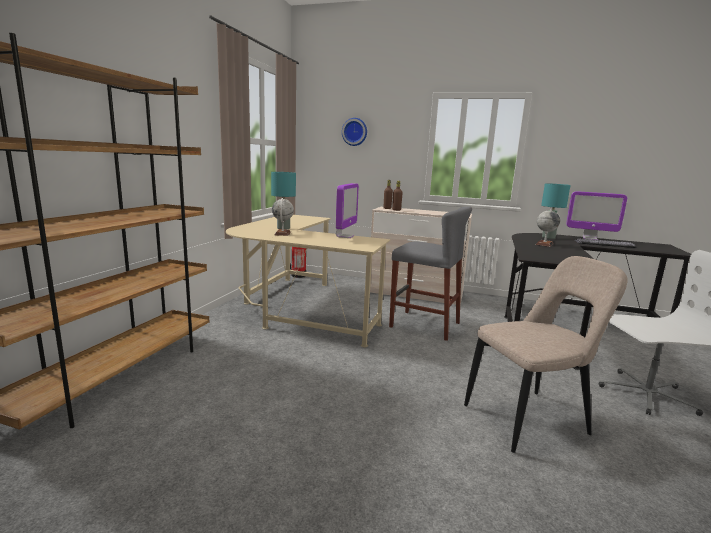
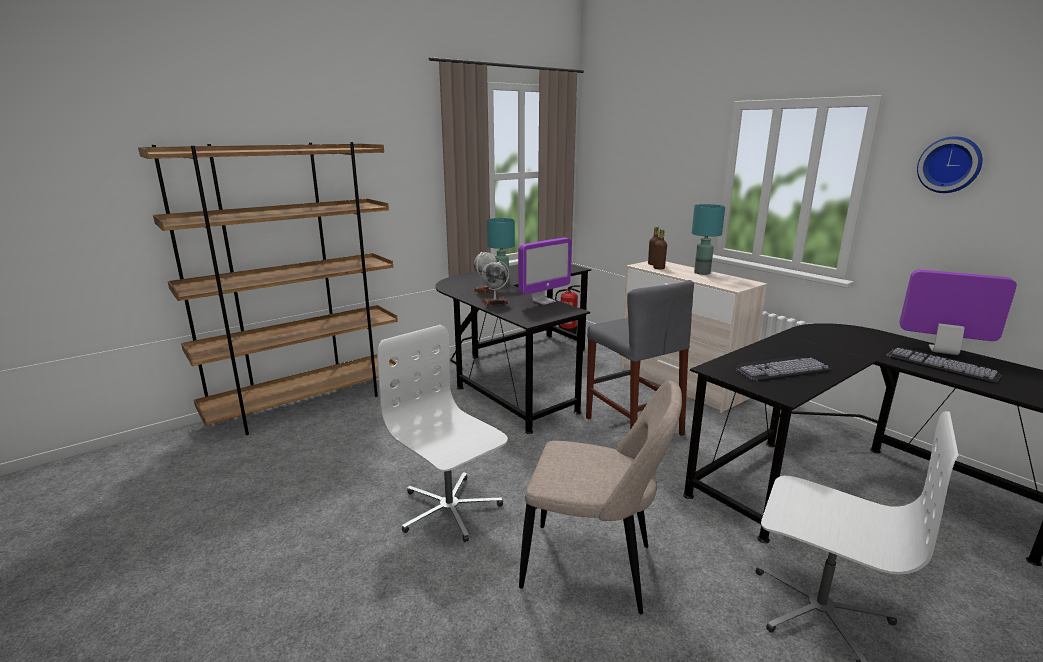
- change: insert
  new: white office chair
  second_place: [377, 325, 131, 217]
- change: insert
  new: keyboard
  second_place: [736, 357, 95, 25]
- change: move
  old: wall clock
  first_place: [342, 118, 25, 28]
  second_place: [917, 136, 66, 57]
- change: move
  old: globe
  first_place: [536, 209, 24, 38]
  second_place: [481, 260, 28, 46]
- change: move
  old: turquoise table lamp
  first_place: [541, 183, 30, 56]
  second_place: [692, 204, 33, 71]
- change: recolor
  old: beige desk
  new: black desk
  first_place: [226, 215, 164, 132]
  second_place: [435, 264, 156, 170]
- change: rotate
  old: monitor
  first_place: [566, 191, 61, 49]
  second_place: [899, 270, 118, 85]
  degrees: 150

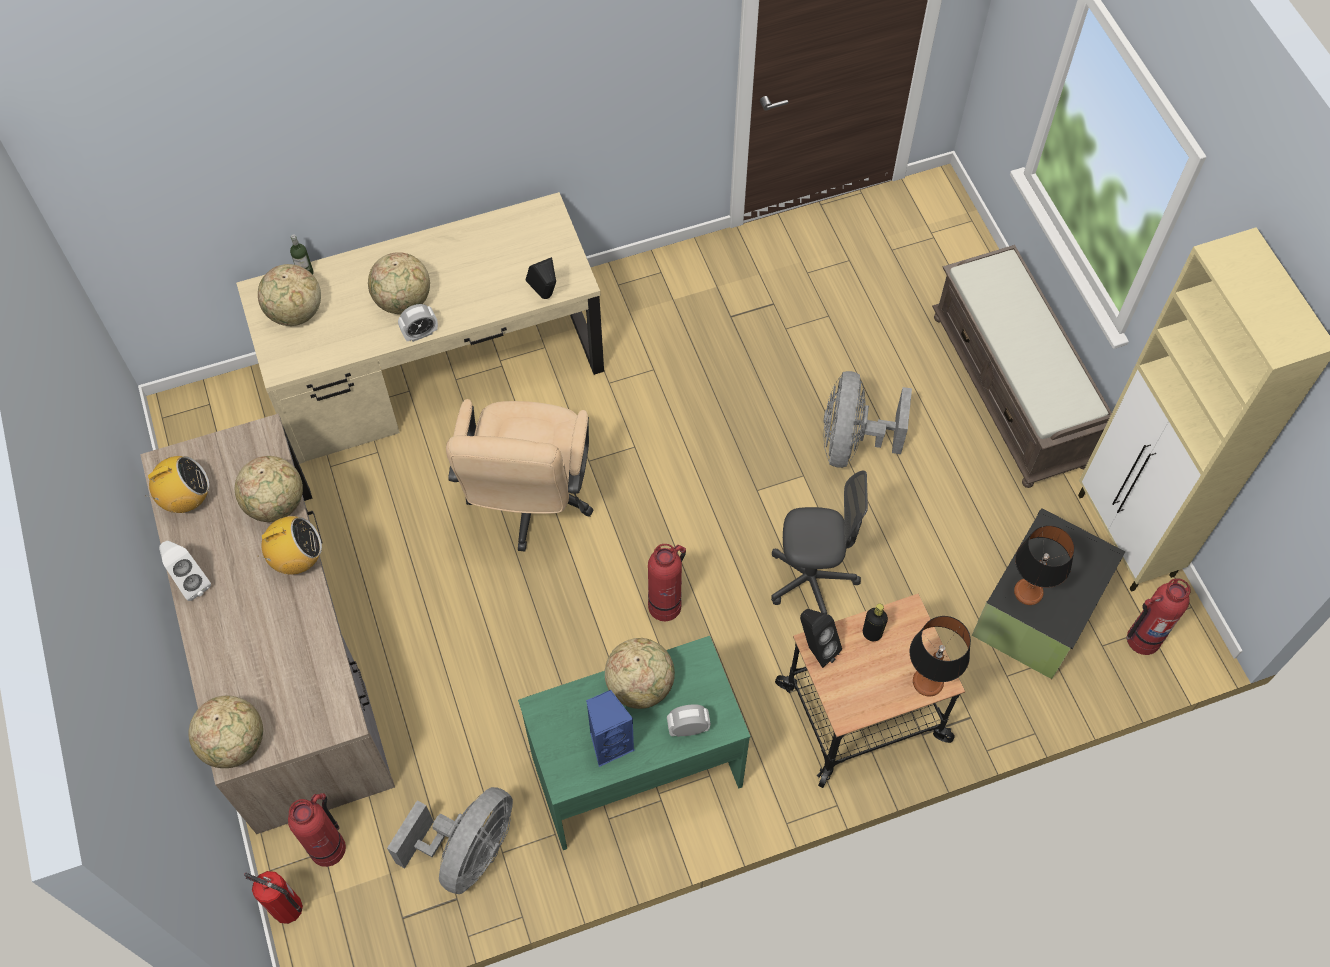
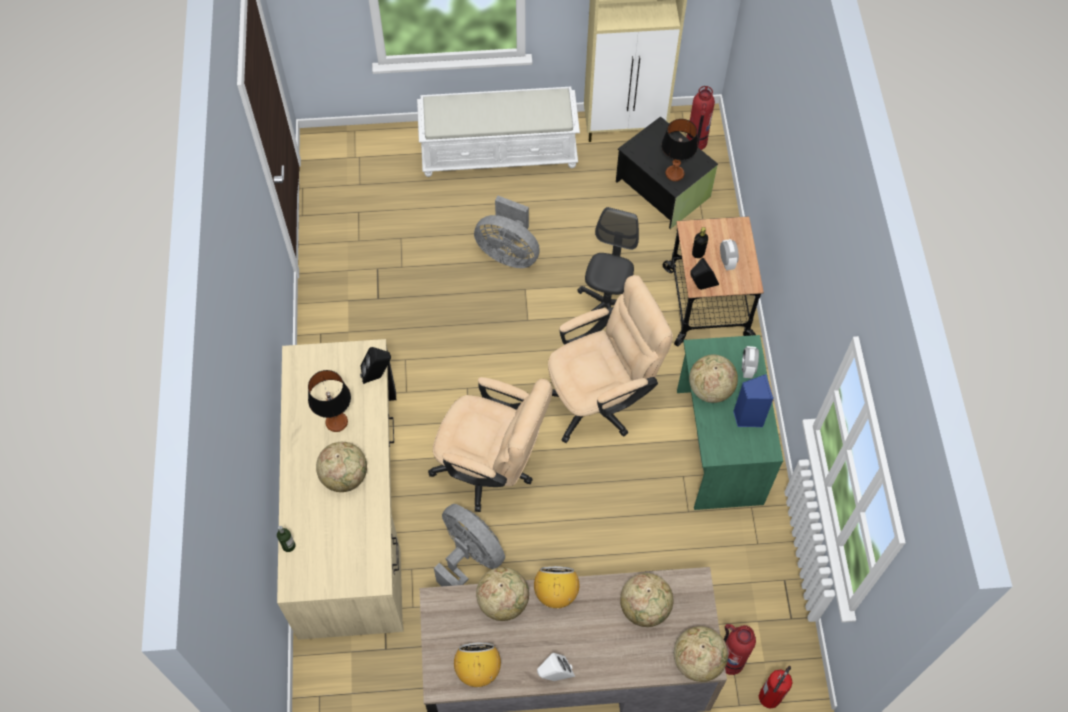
- change: move
  old: globe
  first_place: [258, 264, 63, 62]
  second_place: [620, 573, 53, 54]
- change: move
  old: grey fan
  first_place: [387, 787, 126, 107]
  second_place: [434, 504, 71, 82]
- change: move
  old: alarm clock
  first_place: [398, 304, 40, 38]
  second_place: [720, 239, 19, 32]
- change: move
  old: table lamp
  first_place: [910, 616, 61, 80]
  second_place: [308, 370, 43, 62]
- change: replace
  old: fire extinguisher
  new: beige office chair
  first_place: [648, 544, 38, 77]
  second_place: [548, 275, 125, 168]
- change: recolor
  old: brown bench
  new: white bench
  first_place: [932, 245, 180, 243]
  second_place: [417, 87, 163, 90]

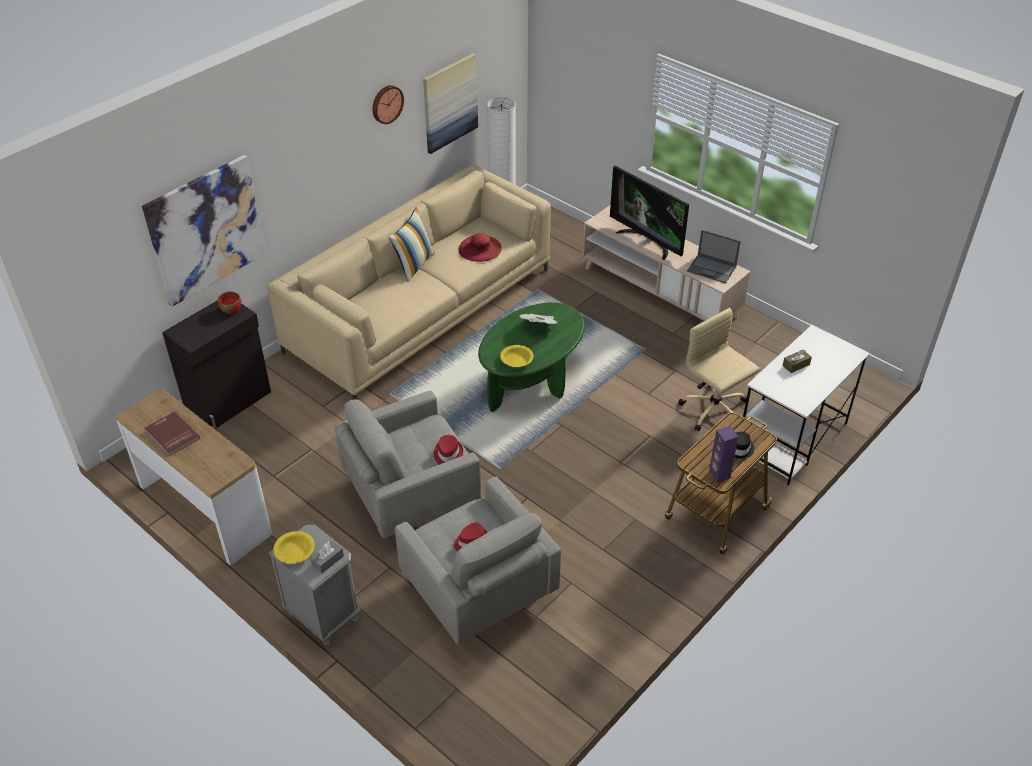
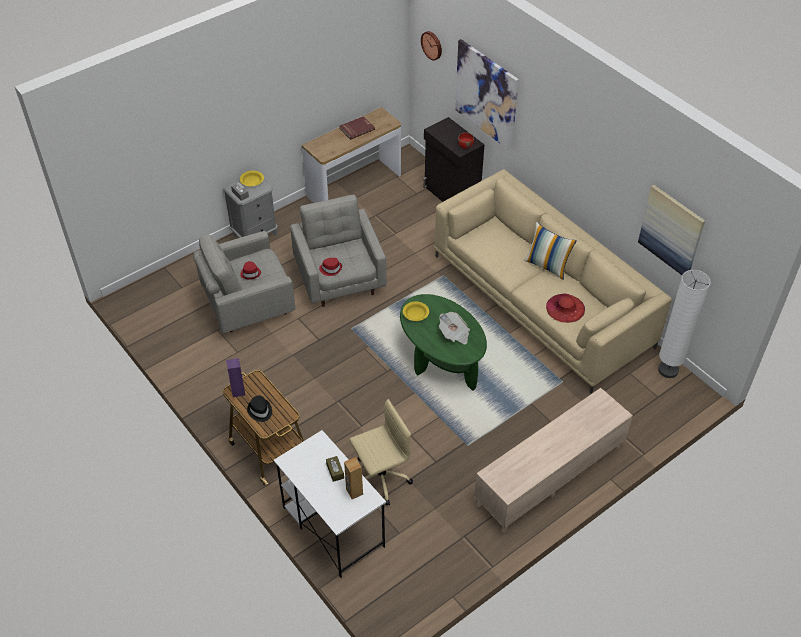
- change: delete
  old: television
  first_place: [610, 166, 79, 94]
- change: delete
  old: laptop
  first_place: [687, 230, 54, 53]
- change: insert
  new: brown speaker
  second_place: [344, 457, 19, 42]
- change: move
  old: wall clock
  first_place: [373, 85, 31, 39]
  second_place: [421, 31, 21, 30]

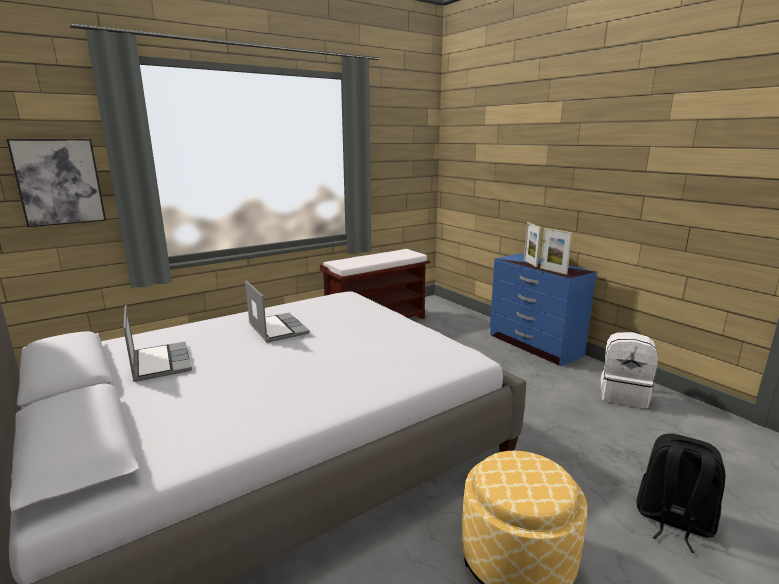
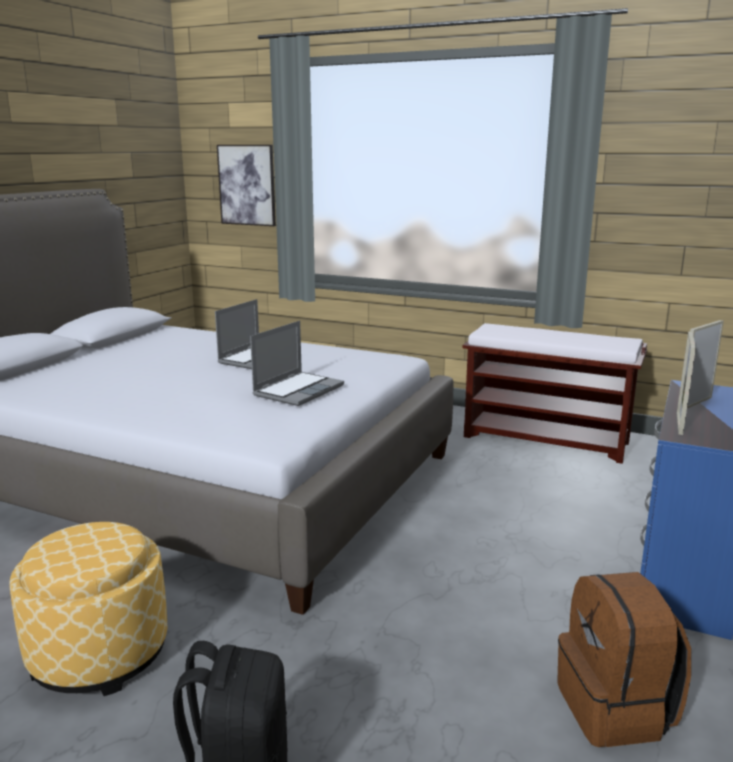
- change: move
  old: laptop
  first_place: [123, 305, 69, 77]
  second_place: [250, 321, 94, 85]
- change: recolor
  old: white backpack
  new: brown backpack
  first_place: [601, 332, 57, 77]
  second_place: [557, 572, 134, 175]

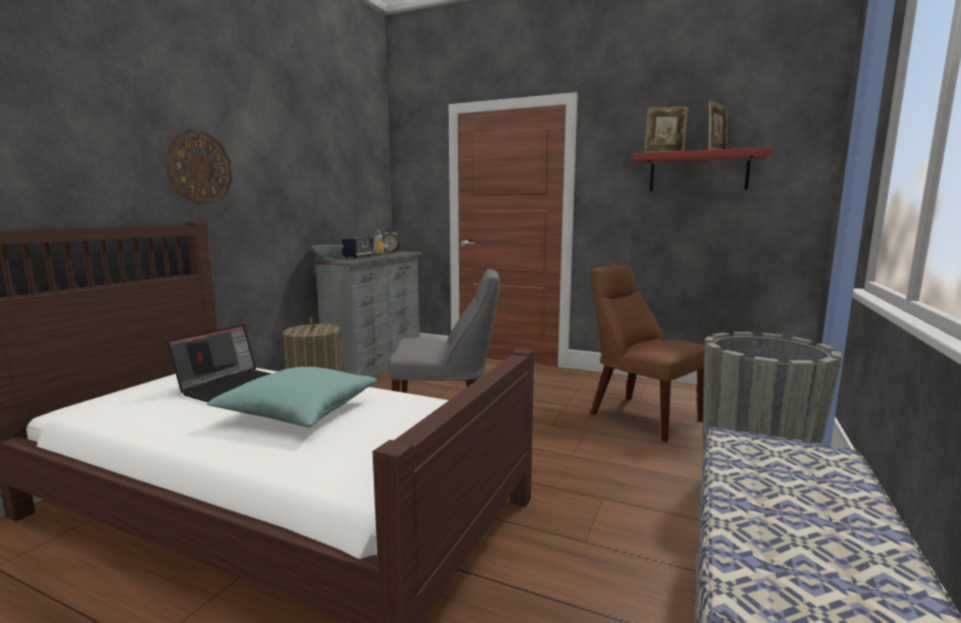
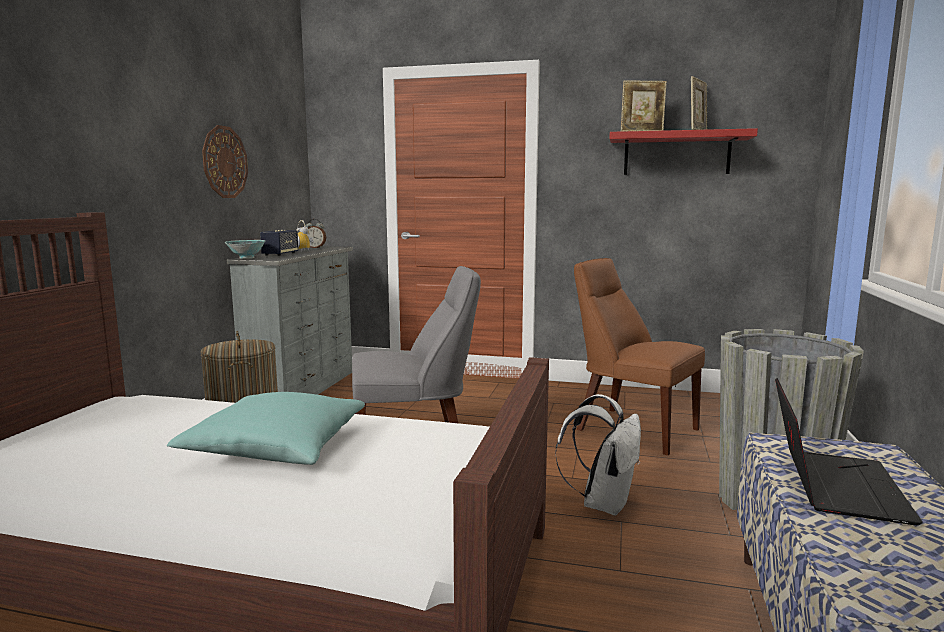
- change: insert
  new: white backpack
  second_place: [555, 394, 86, 121]
- change: move
  old: wall clock
  first_place: [165, 129, 68, 76]
  second_place: [202, 125, 46, 73]
- change: move
  old: laptop
  first_place: [167, 324, 105, 78]
  second_place: [775, 378, 148, 147]

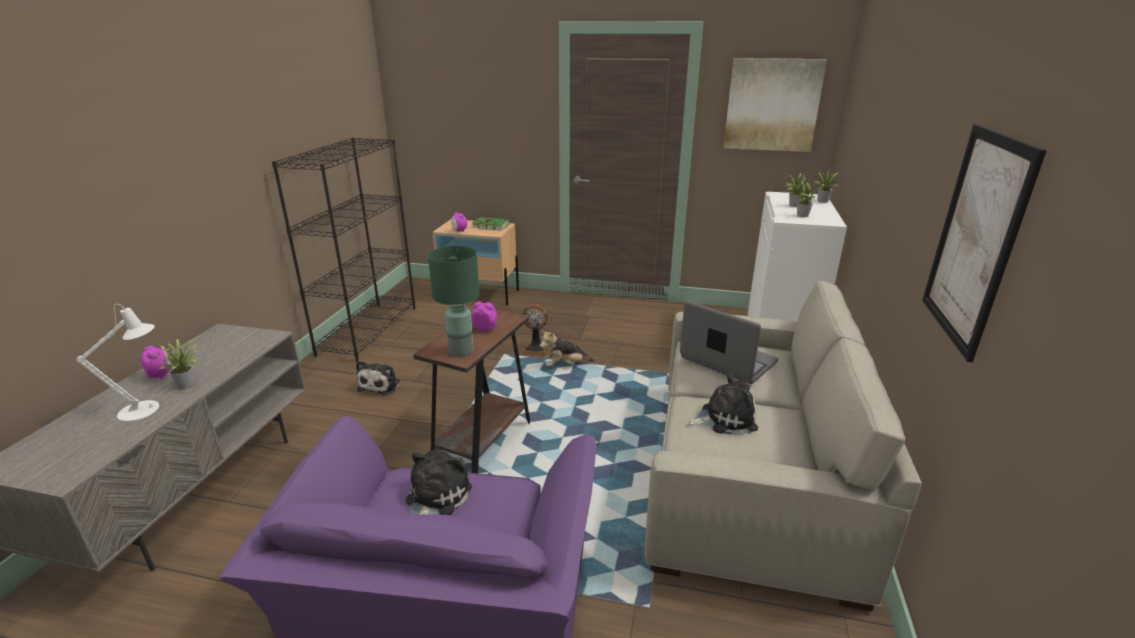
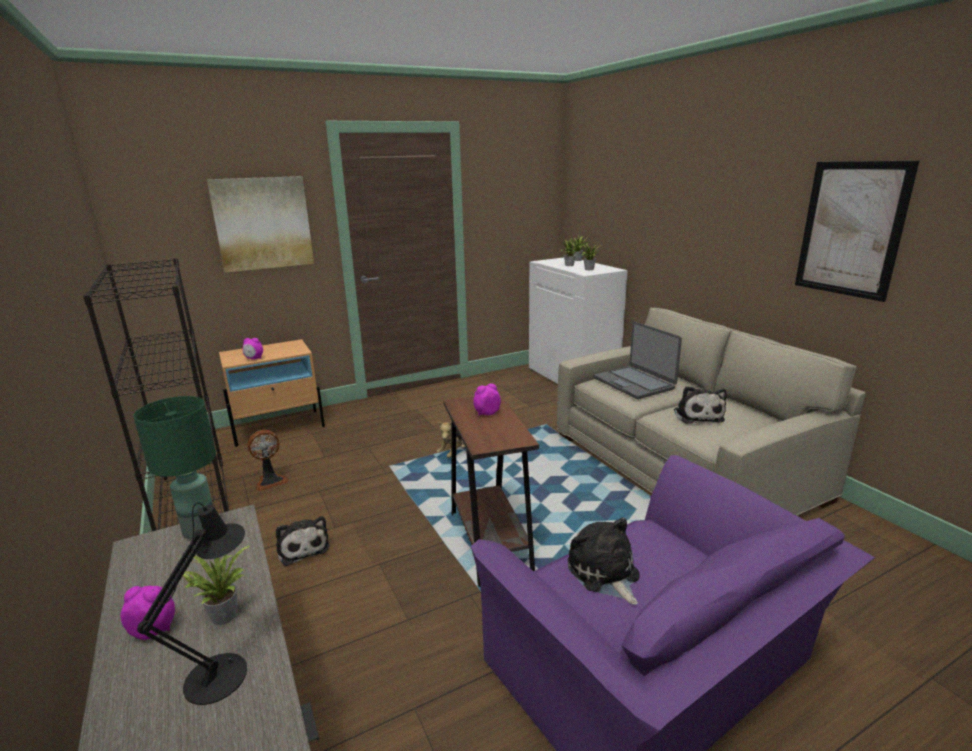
- change: delete
  old: green book
  first_place: [472, 217, 37, 14]
- change: move
  old: green table lamp
  first_place: [428, 246, 52, 111]
  second_place: [133, 396, 83, 144]
- change: move
  old: fan
  first_place: [521, 304, 27, 51]
  second_place: [248, 430, 41, 61]
- change: move
  old: picture
  first_place: [723, 58, 104, 94]
  second_place: [207, 176, 107, 97]
- change: recolor
  old: white table lamp
  new: black table lamp
  first_place: [76, 304, 83, 117]
  second_place: [137, 503, 110, 202]
- change: rotate
  old: laptop
  first_place: [680, 301, 98, 83]
  second_place: [594, 321, 88, 78]
  degrees: -120
- change: rotate
  old: plush toy
  first_place: [688, 373, 70, 62]
  second_place: [674, 386, 53, 38]
  degrees: 135

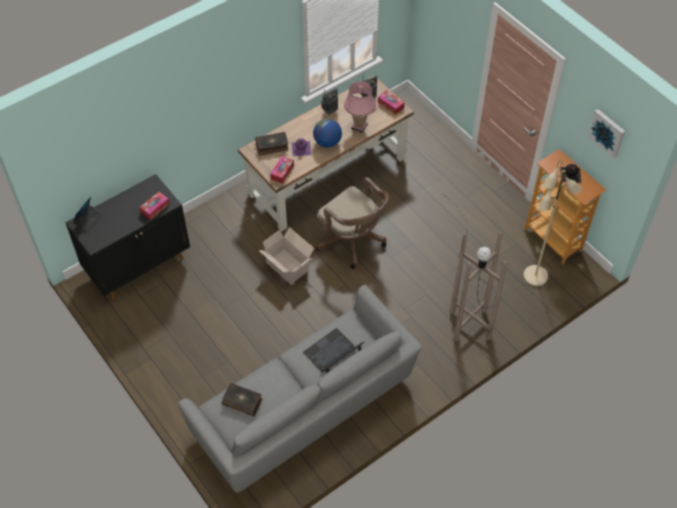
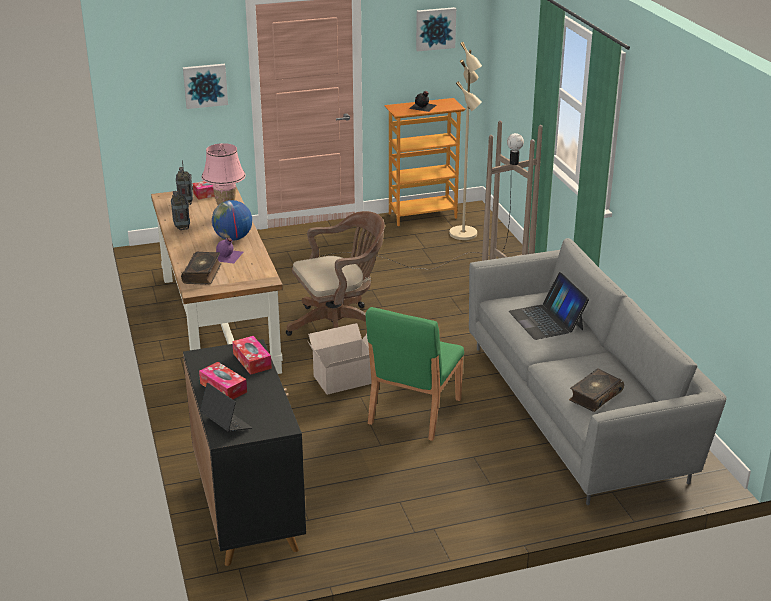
- change: insert
  new: picture
  second_place: [183, 64, 45, 45]
- change: insert
  new: green chair
  second_place: [366, 307, 98, 134]
- change: move
  old: tissue box
  first_place: [270, 156, 24, 28]
  second_place: [199, 362, 48, 37]

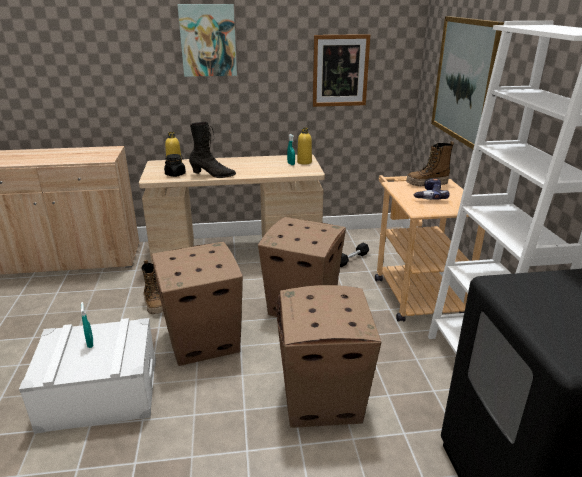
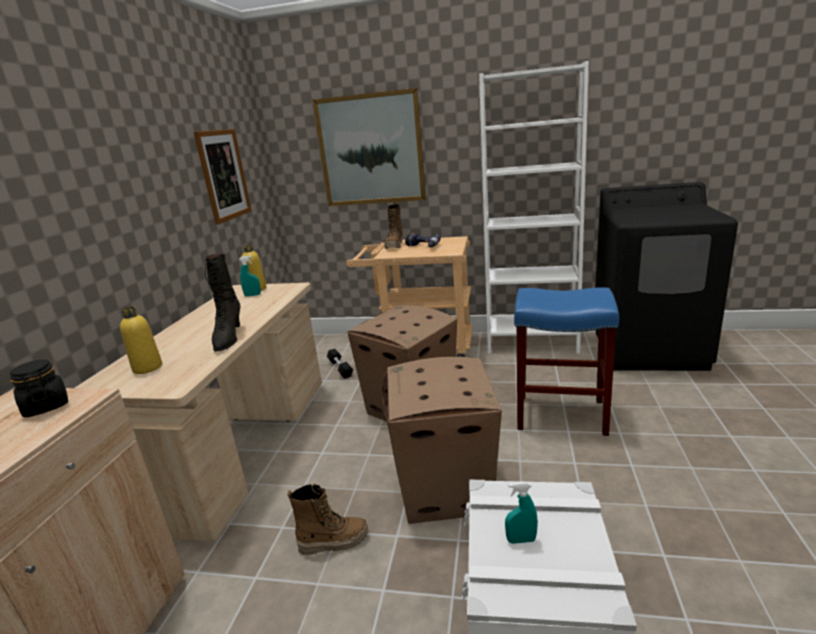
- change: delete
  old: picture
  first_place: [177, 4, 60, 73]
- change: move
  old: black jar
  first_place: [164, 154, 22, 23]
  second_place: [10, 359, 58, 58]
- change: replace
  old: cardboard box
  new: blue stool
  first_place: [276, 285, 105, 143]
  second_place: [514, 288, 105, 148]
- change: rotate
  old: black boot
  first_place: [189, 122, 47, 56]
  second_place: [205, 254, 36, 98]
  degrees: 150

